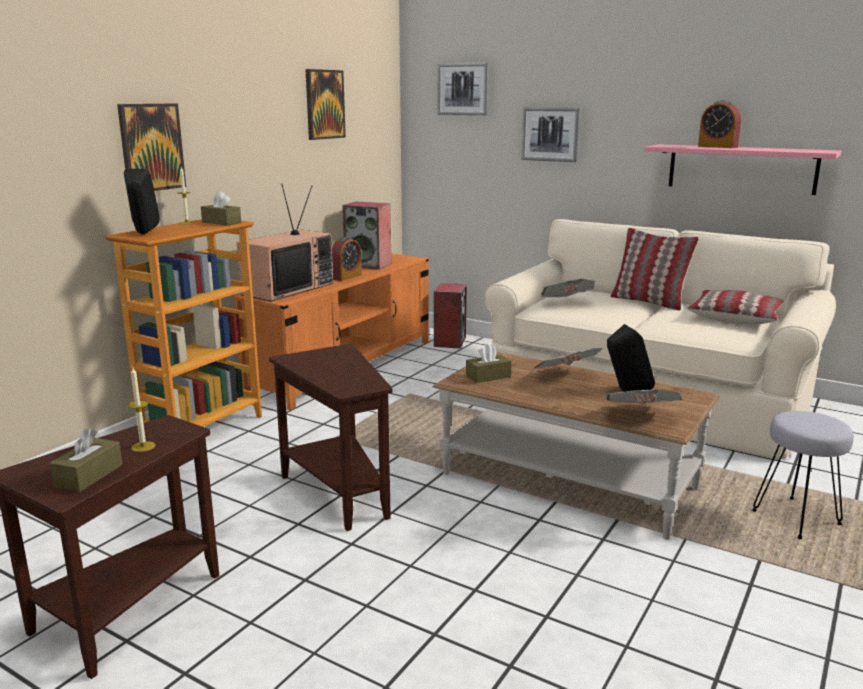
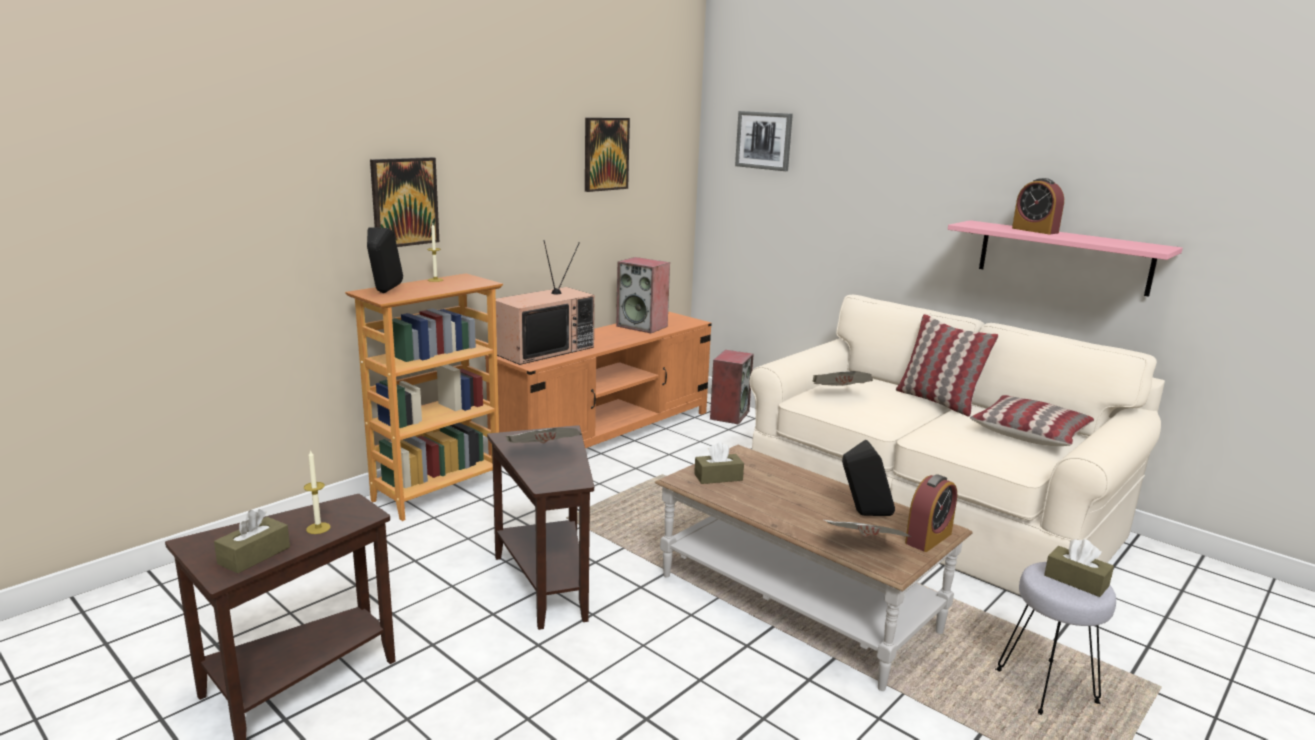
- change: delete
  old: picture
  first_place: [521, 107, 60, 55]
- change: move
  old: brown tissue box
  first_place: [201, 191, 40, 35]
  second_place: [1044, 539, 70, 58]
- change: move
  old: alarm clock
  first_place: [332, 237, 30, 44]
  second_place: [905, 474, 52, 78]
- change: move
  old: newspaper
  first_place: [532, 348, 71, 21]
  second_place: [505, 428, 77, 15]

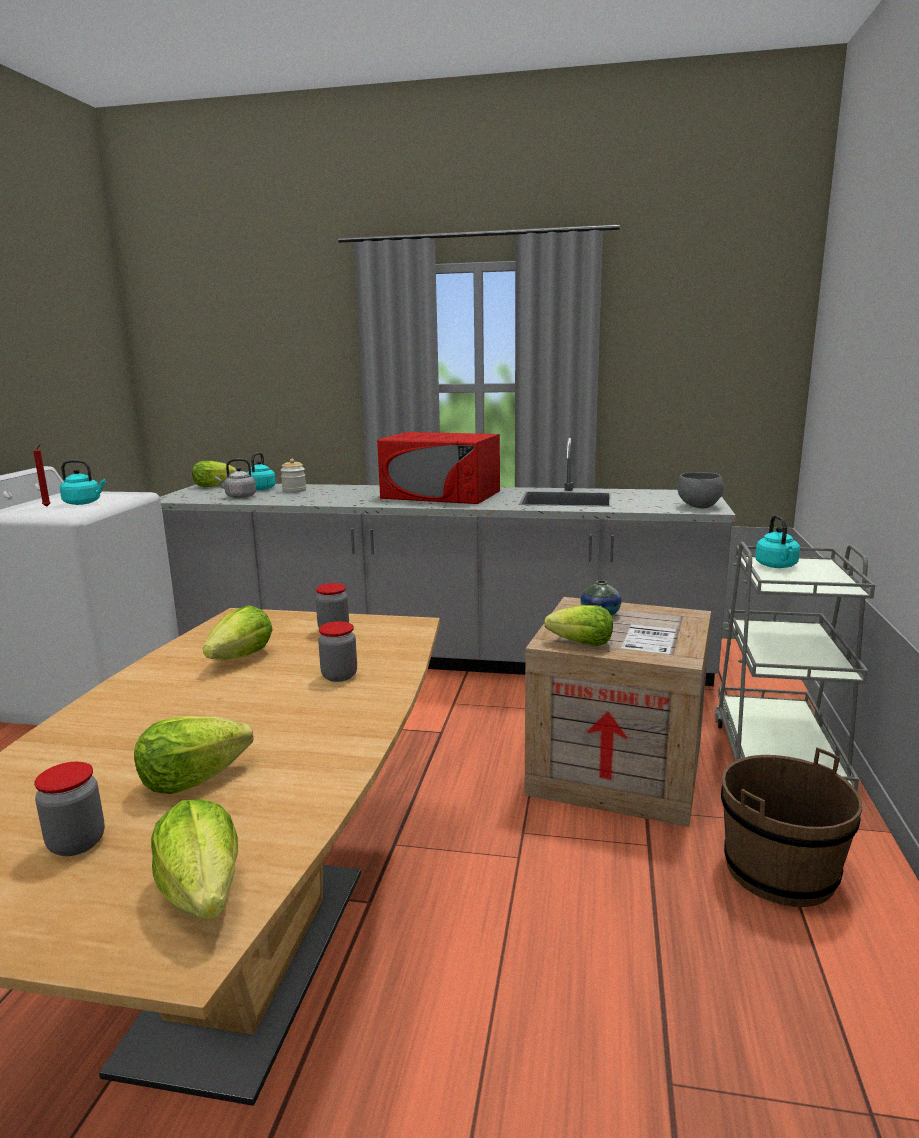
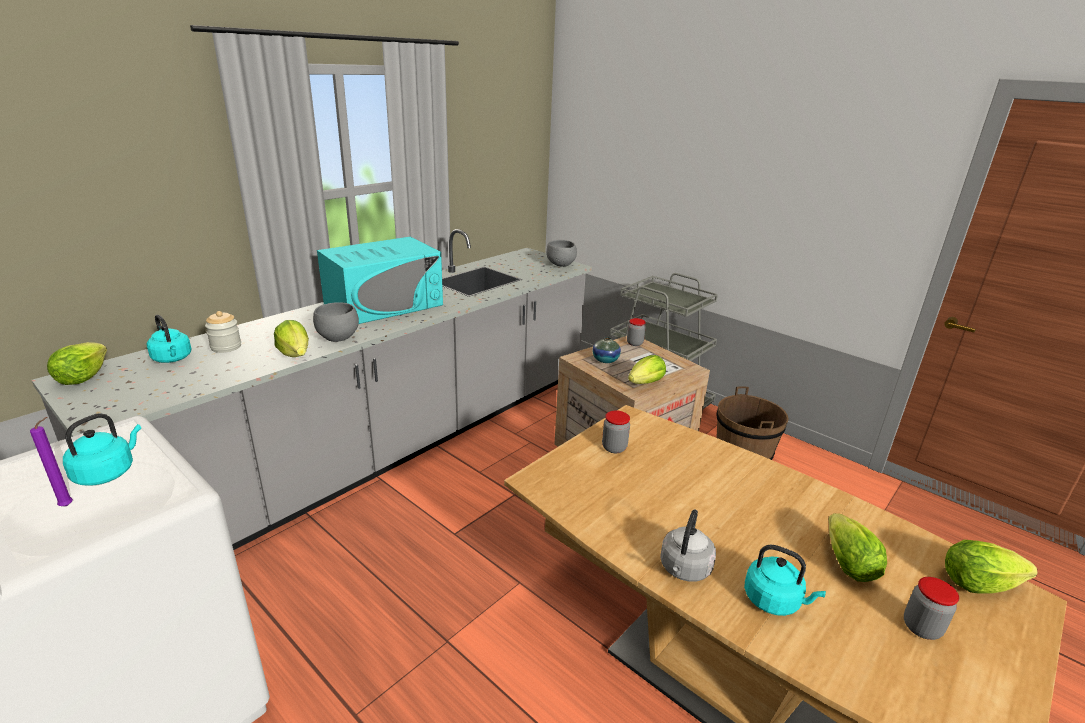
- change: insert
  new: grey bowl
  second_place: [313, 302, 46, 40]
- change: move
  old: lettuce
  first_place: [203, 605, 70, 55]
  second_place: [274, 320, 35, 37]
- change: move
  old: grey kettle
  first_place: [215, 459, 41, 39]
  second_place: [660, 509, 56, 73]
- change: move
  old: jar
  first_place: [318, 621, 39, 61]
  second_place: [627, 318, 19, 28]
- change: move
  old: turquoise kettle
  first_place: [755, 515, 45, 53]
  second_place: [744, 545, 82, 71]
- change: recolor
  old: red candle
  new: purple candle
  first_place: [33, 444, 18, 62]
  second_place: [30, 417, 43, 89]
- change: recolor
  old: red microwave
  new: turquoise microwave
  first_place: [377, 432, 123, 72]
  second_place: [317, 237, 126, 87]

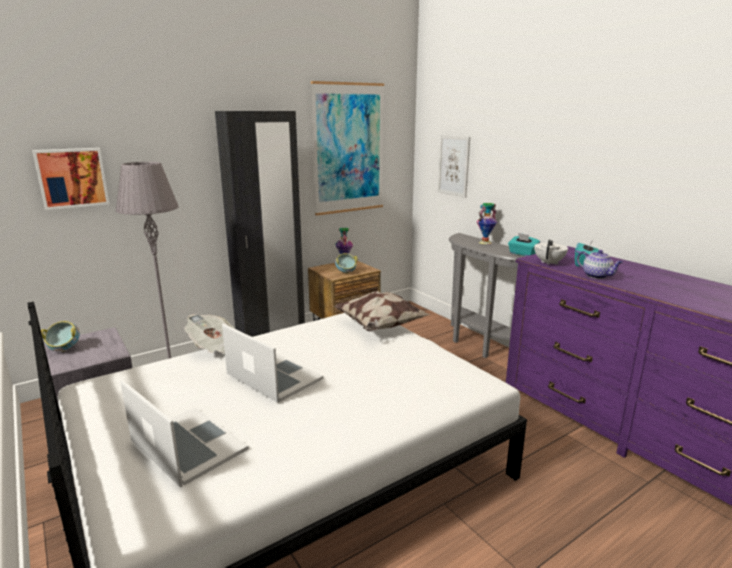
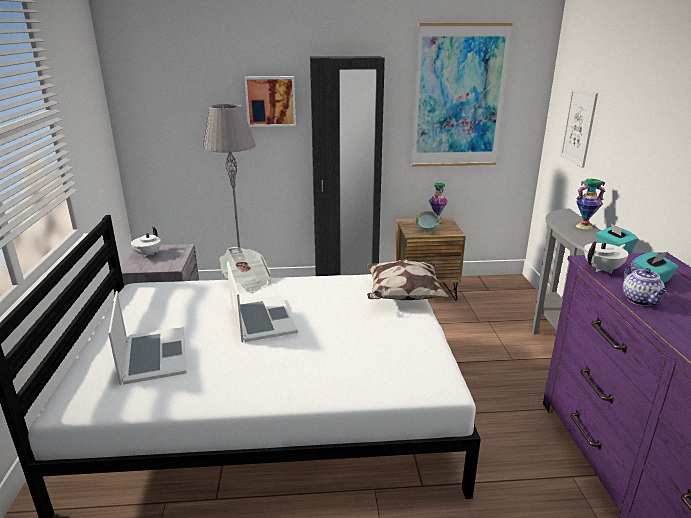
- change: move
  old: picture
  first_place: [32, 148, 77, 62]
  second_place: [244, 76, 52, 51]
- change: replace
  old: bowl
  new: white teapot
  first_place: [41, 321, 39, 31]
  second_place: [131, 227, 30, 30]

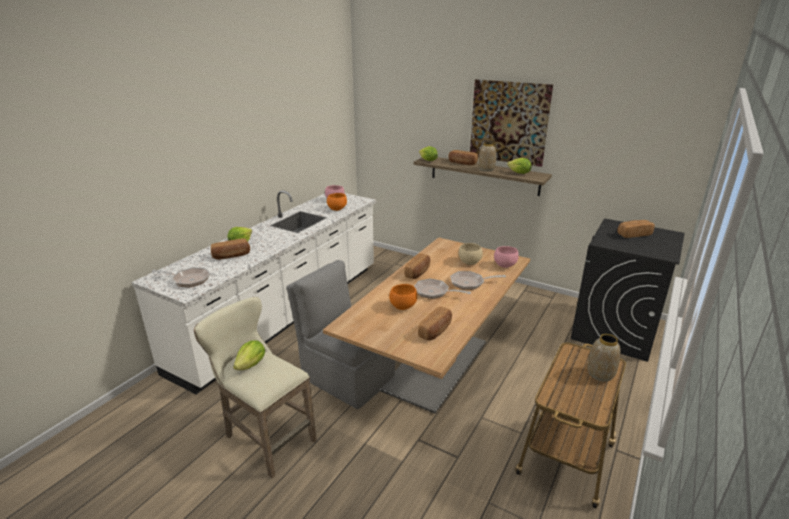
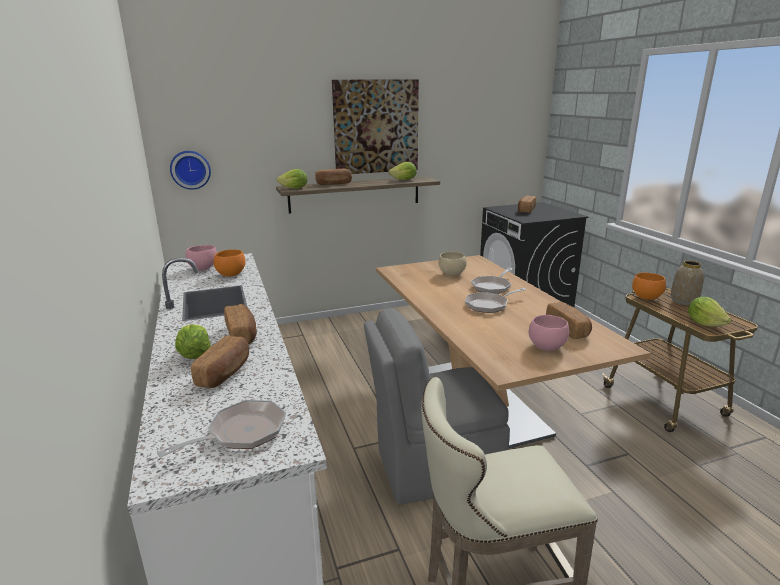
- change: delete
  old: vase
  first_place: [478, 142, 18, 30]
- change: insert
  new: wall clock
  second_place: [170, 151, 41, 39]
- change: move
  old: lettuce
  first_place: [233, 340, 32, 30]
  second_place: [688, 297, 44, 30]
- change: move
  old: orange bowl
  first_place: [389, 284, 28, 26]
  second_place: [632, 273, 34, 27]
- change: move
  old: bread
  first_place: [404, 253, 26, 26]
  second_place: [224, 304, 33, 40]
- change: move
  old: pink bowl
  first_place: [494, 246, 25, 22]
  second_place: [529, 315, 40, 36]

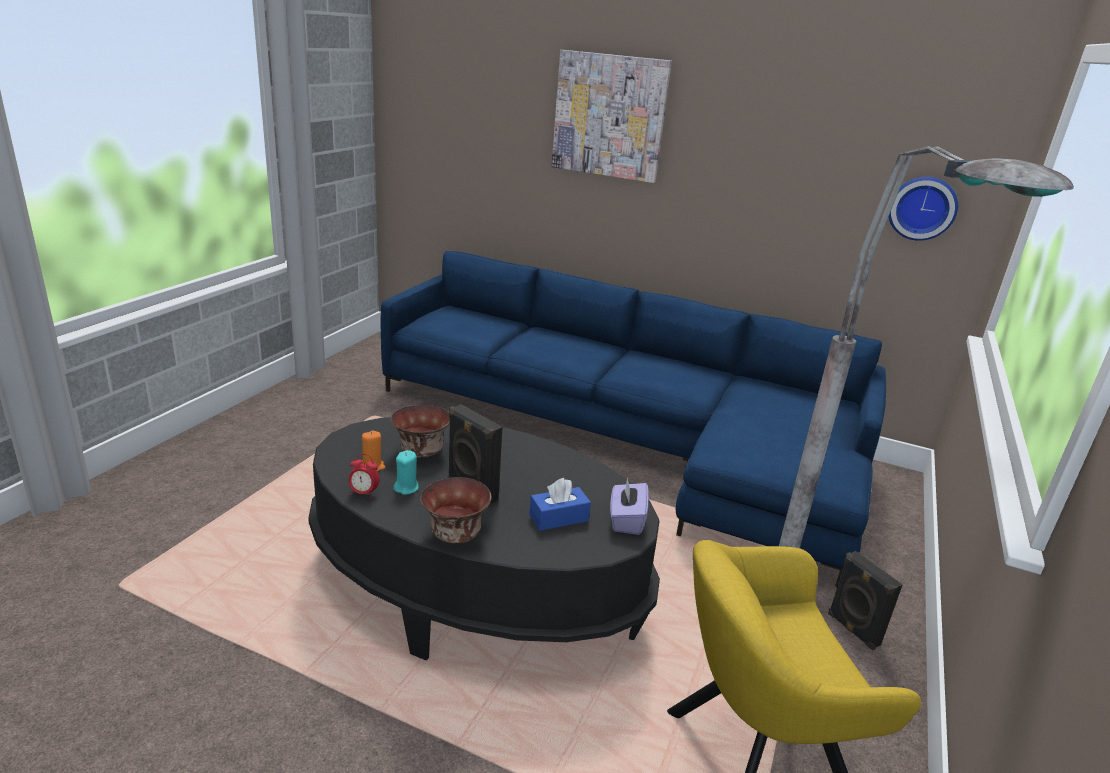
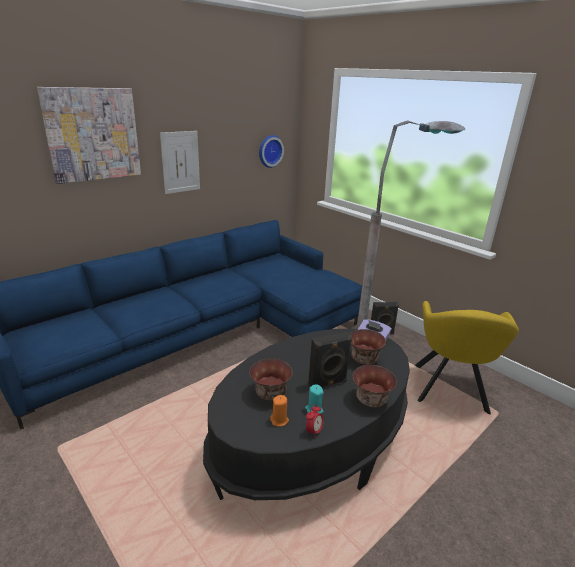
- change: insert
  new: picture
  second_place: [160, 131, 40, 63]
- change: replace
  old: blue tissue box
  new: bowl
  first_place: [529, 478, 62, 53]
  second_place: [350, 329, 36, 36]

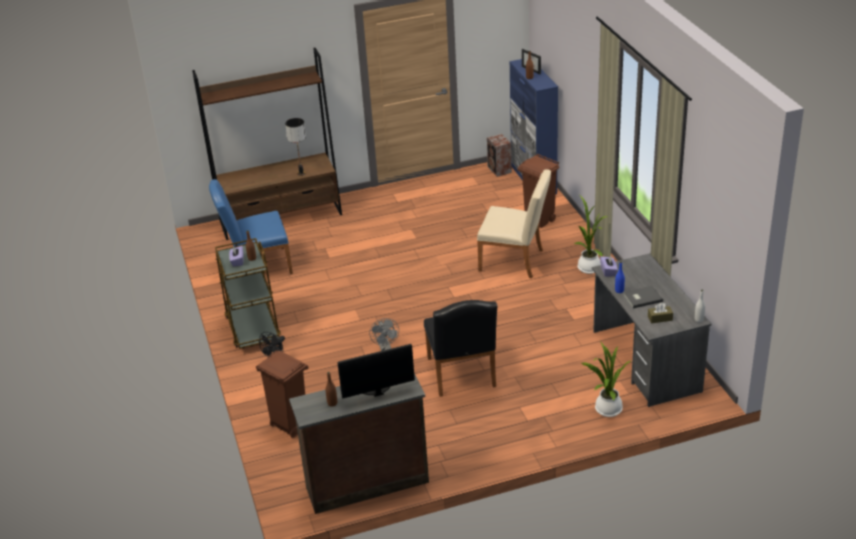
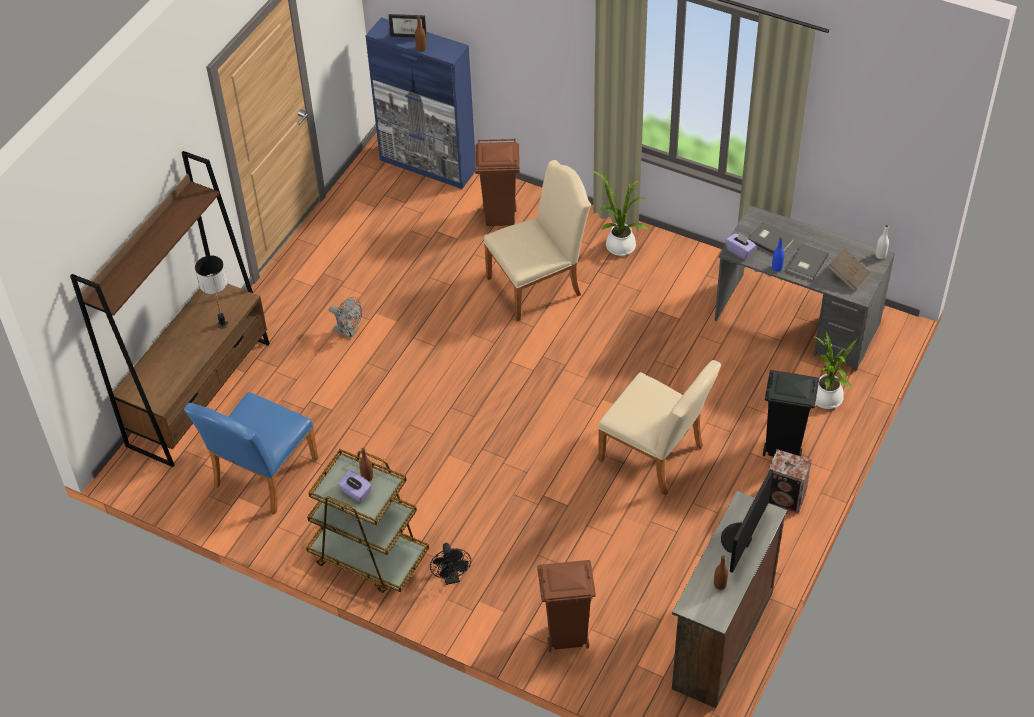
- change: insert
  new: grey book
  second_place: [747, 221, 48, 32]
- change: insert
  new: black trash can
  second_place: [763, 370, 56, 87]
- change: move
  old: grey fan
  first_place: [369, 318, 30, 33]
  second_place: [329, 297, 33, 42]
- change: move
  old: speaker
  first_place: [487, 134, 25, 43]
  second_place: [768, 449, 44, 65]
- change: replace
  old: brown tissue box
  new: brown book
  first_place: [648, 303, 25, 20]
  second_place: [828, 249, 43, 43]
- change: recolor
  old: black chair
  new: beige chair
  first_place: [424, 300, 73, 97]
  second_place: [598, 360, 123, 135]

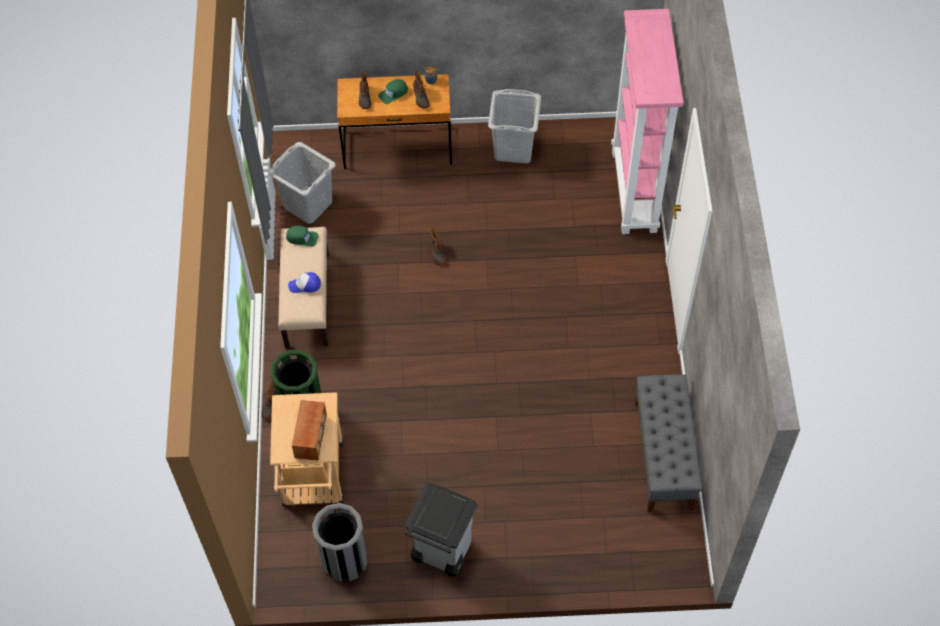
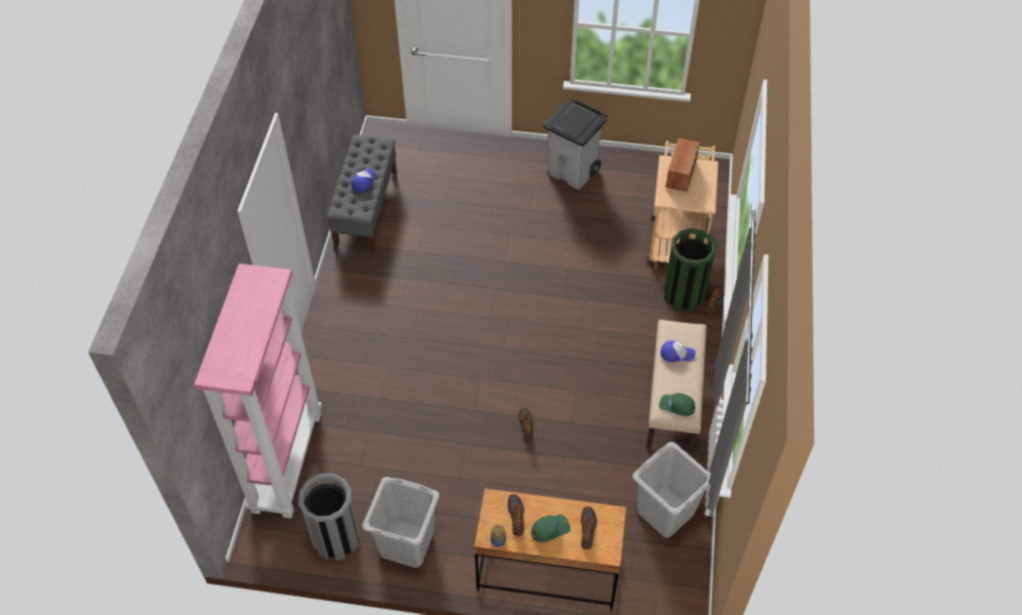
- change: insert
  new: cap
  second_place: [351, 169, 24, 24]
- change: move
  old: grey trash can
  first_place: [312, 503, 55, 79]
  second_place: [298, 473, 62, 88]

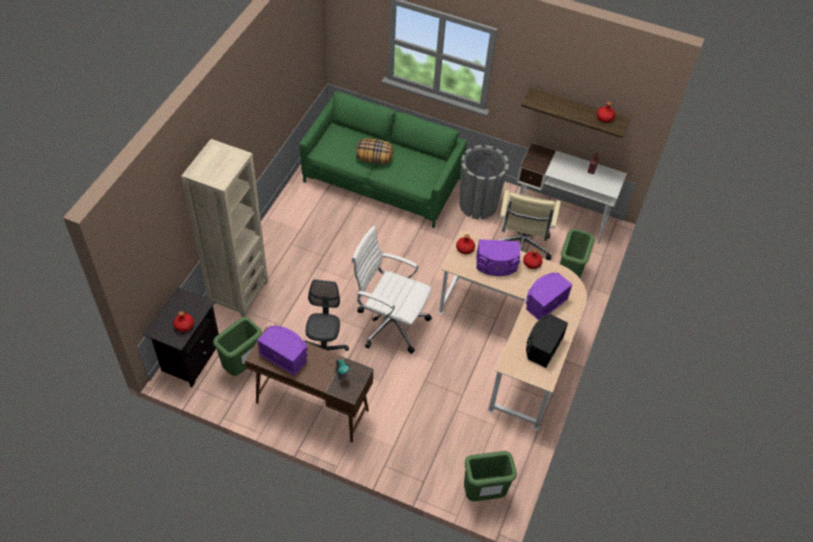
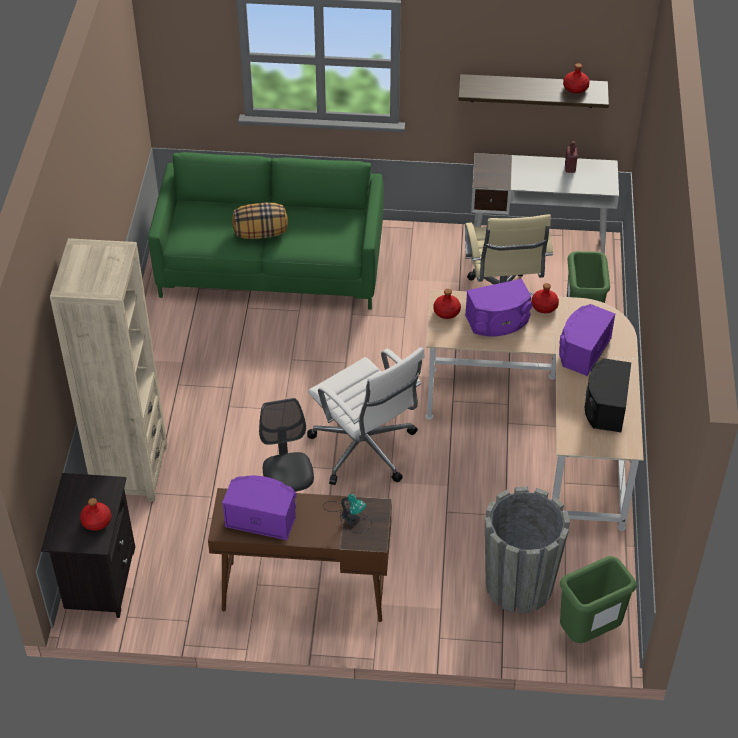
- change: delete
  old: green trash can
  first_place: [213, 317, 49, 59]
- change: move
  old: grey planter
  first_place: [459, 145, 50, 75]
  second_place: [485, 486, 85, 128]
- change: rotate
  old: white office chair
  first_place: [352, 226, 80, 127]
  second_place: [307, 347, 118, 138]
  degrees: -135

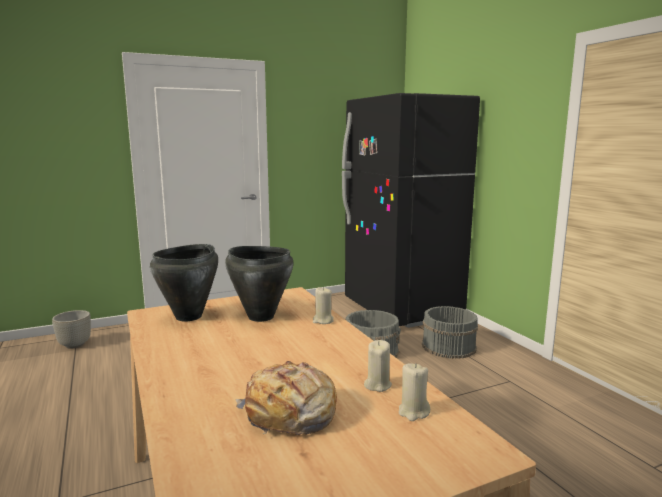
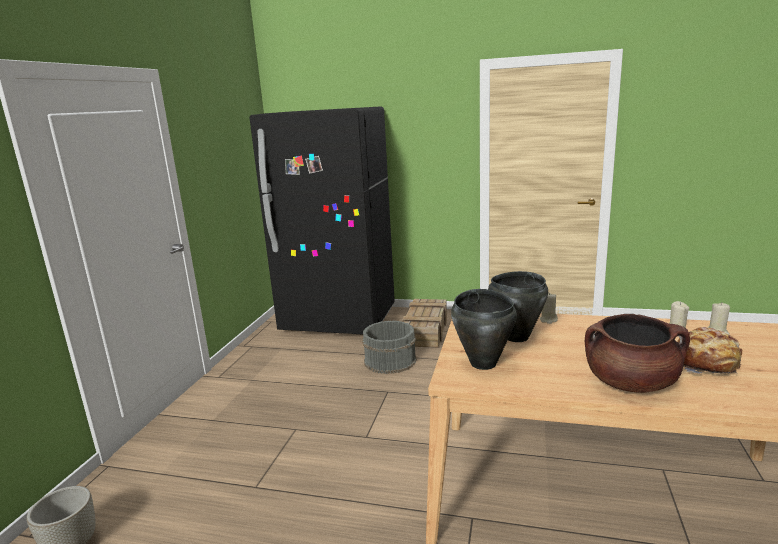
- change: insert
  new: brown cooking pot
  second_place: [585, 314, 105, 79]
- change: replace
  old: grey bucket
  new: crate
  first_place: [422, 306, 56, 53]
  second_place: [402, 299, 45, 49]

